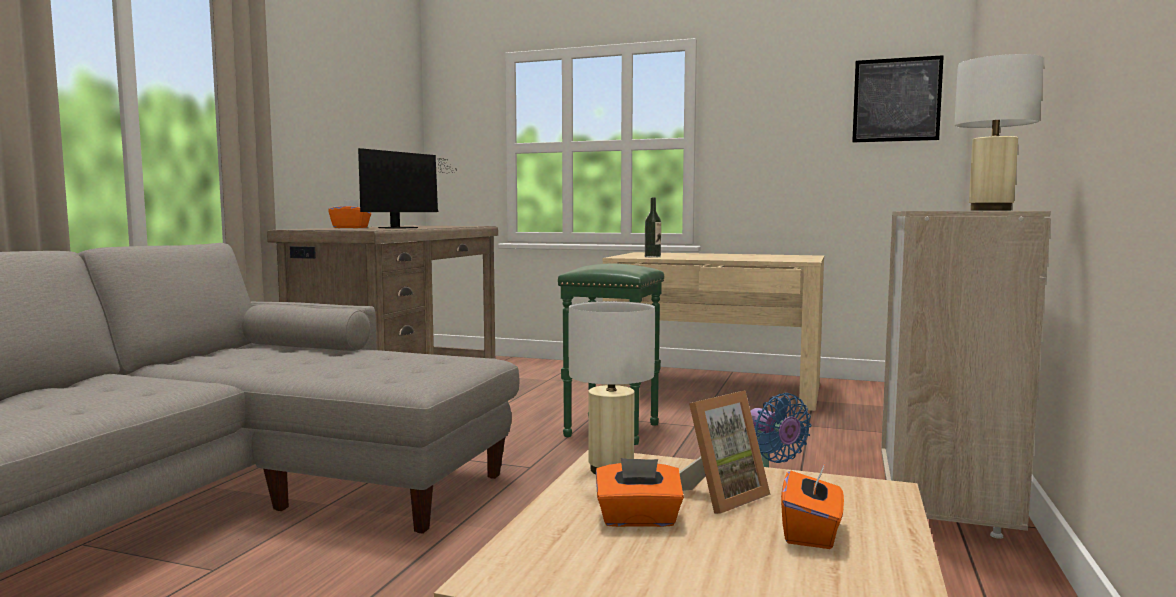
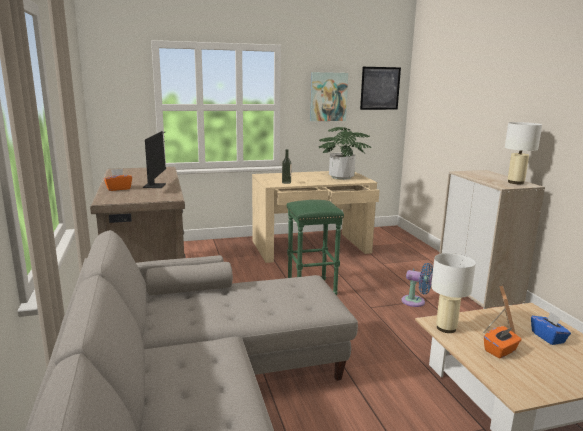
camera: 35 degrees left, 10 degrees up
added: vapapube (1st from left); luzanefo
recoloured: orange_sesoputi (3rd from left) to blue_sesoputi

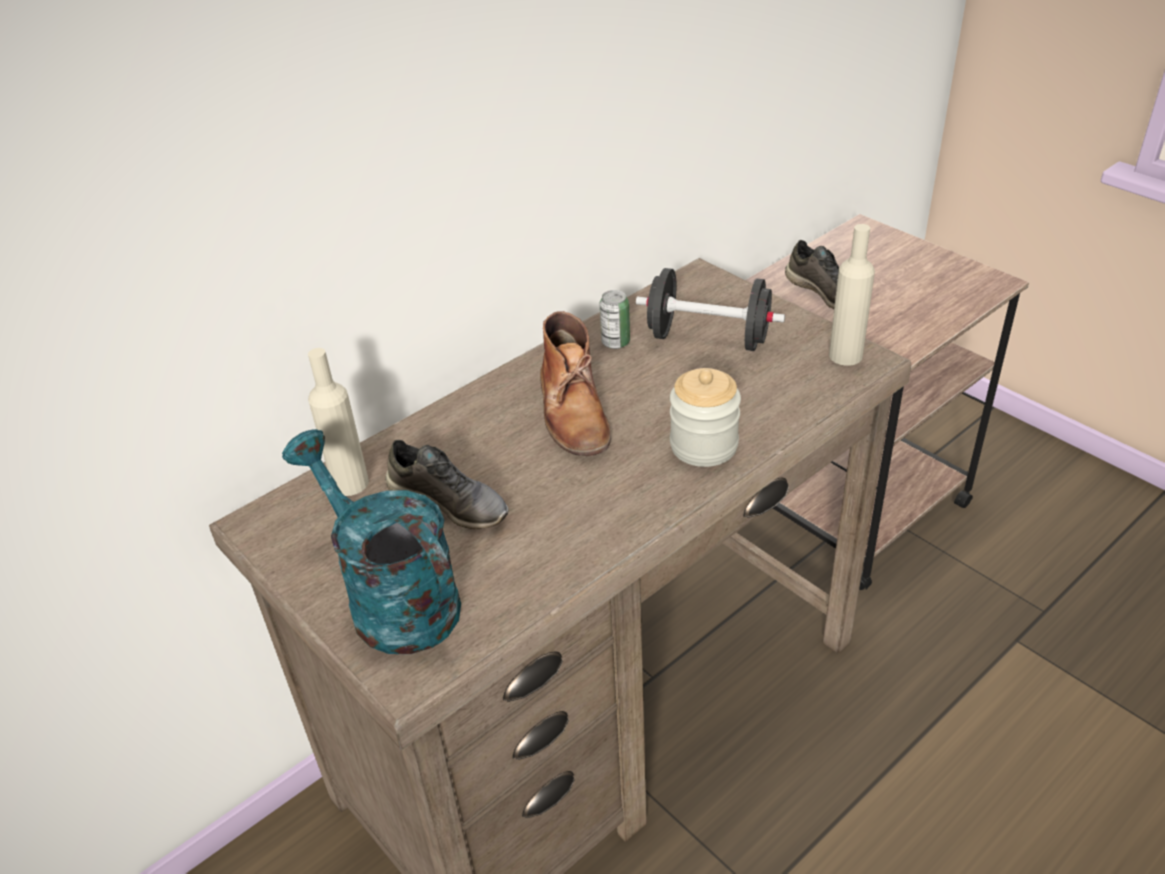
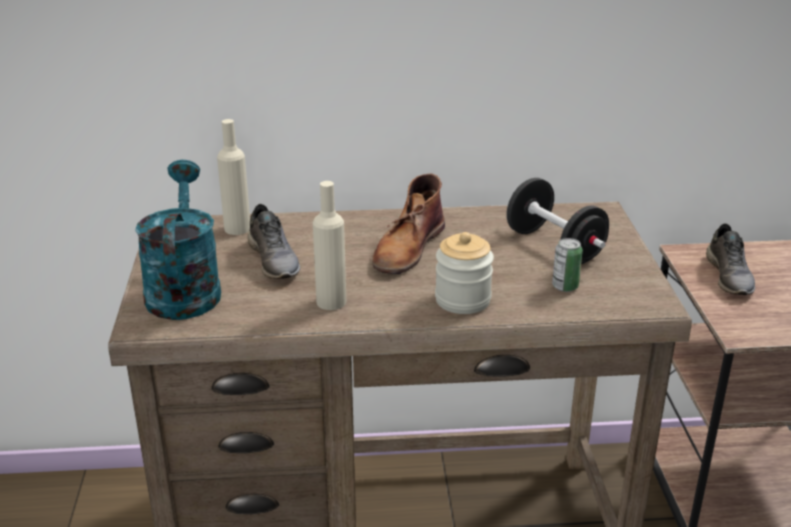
camera: 35 degrees right, 10 degrees down
moved: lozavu; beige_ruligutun (2nd from left)

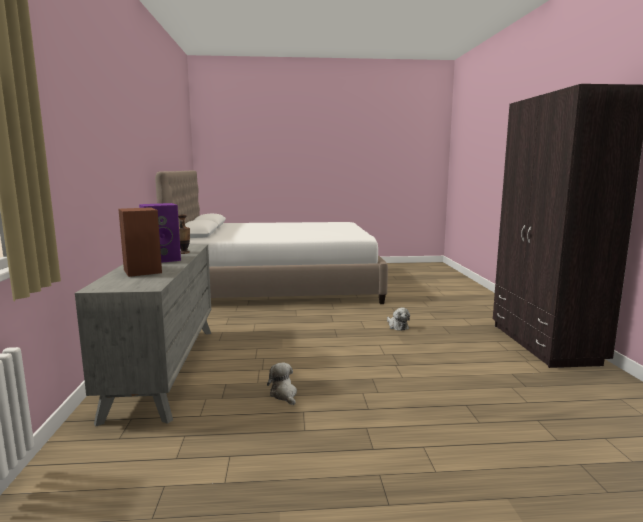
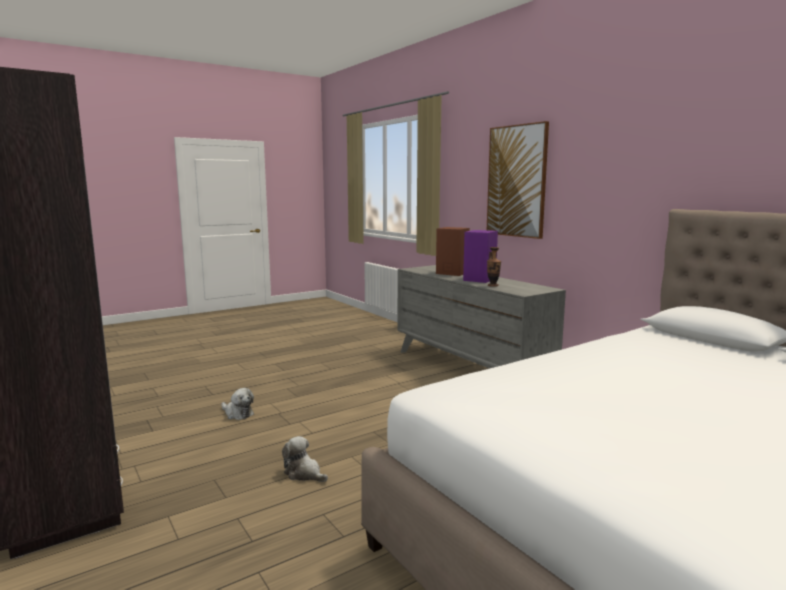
camera: 150 degrees right, 0 degrees up
added: vapapube
moved: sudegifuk (1st from left)

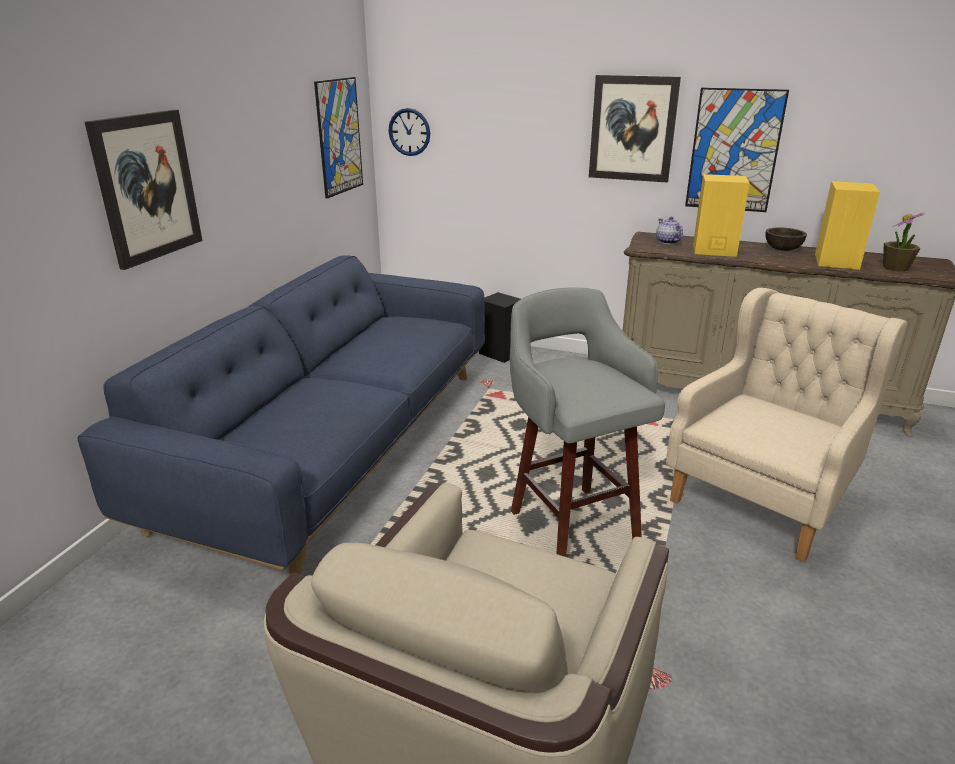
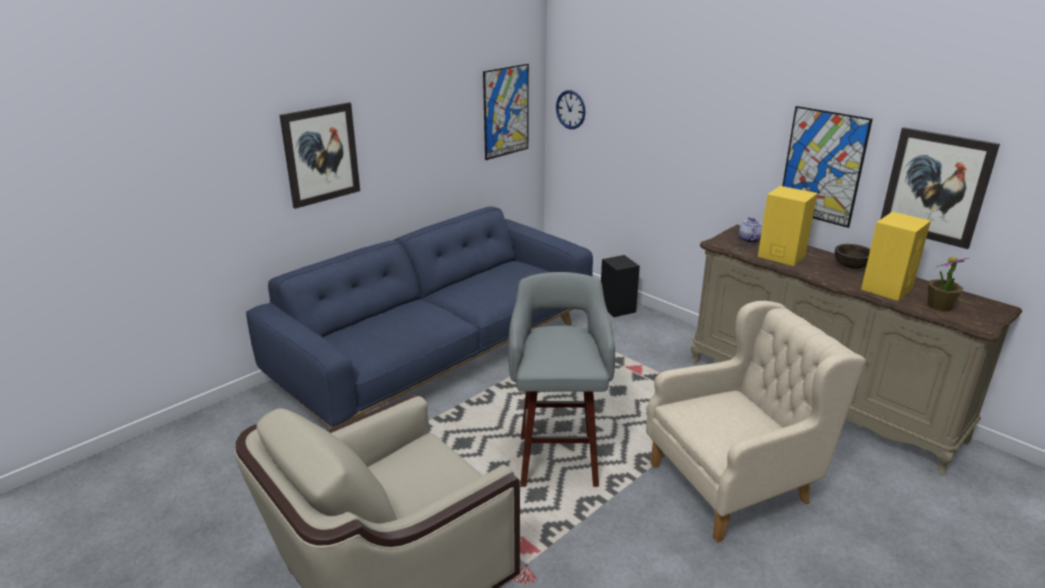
camera: 25 degrees right, 0 degrees up
moved: vapapube (3rd from left in the first image) to vapapube (4th from left)

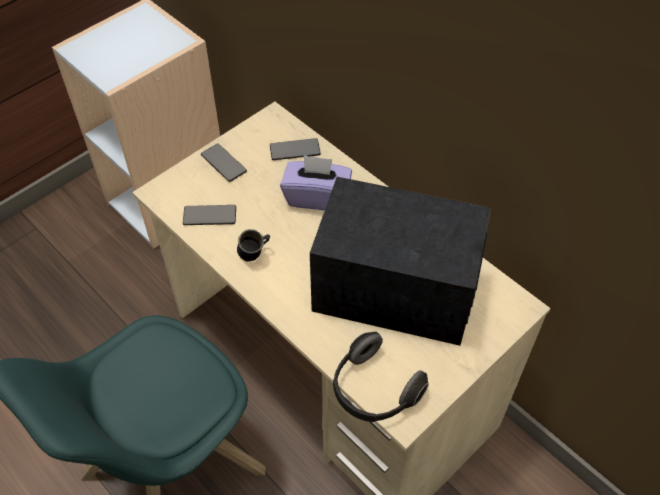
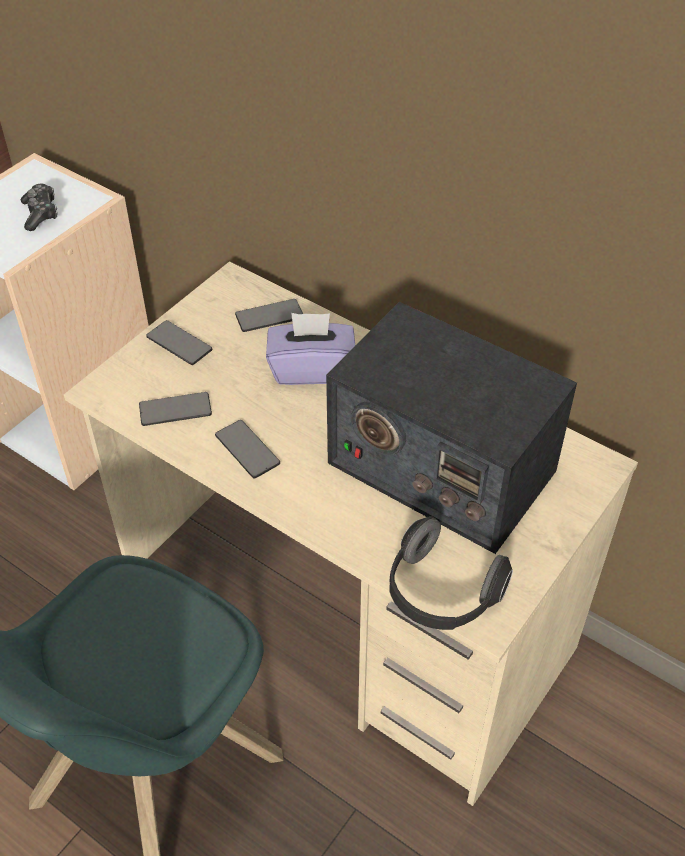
camera: 10 degrees left, 5 degrees down
added: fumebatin
replaced: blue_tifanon to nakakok (3rd from left)
turned: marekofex 150 degrees counterclockwise

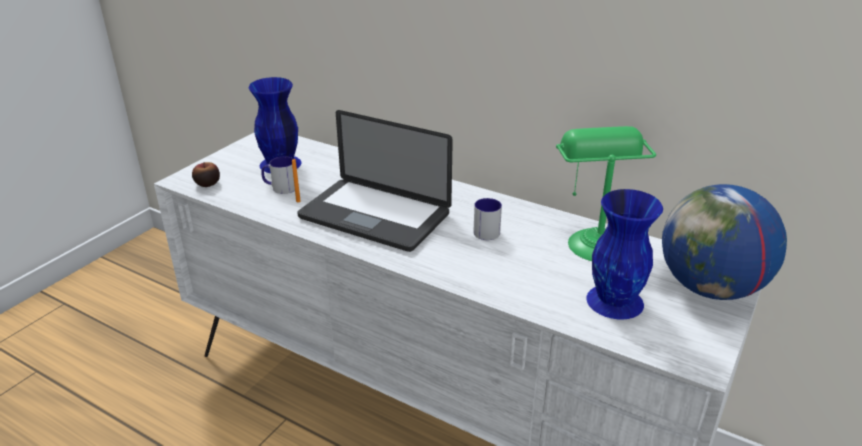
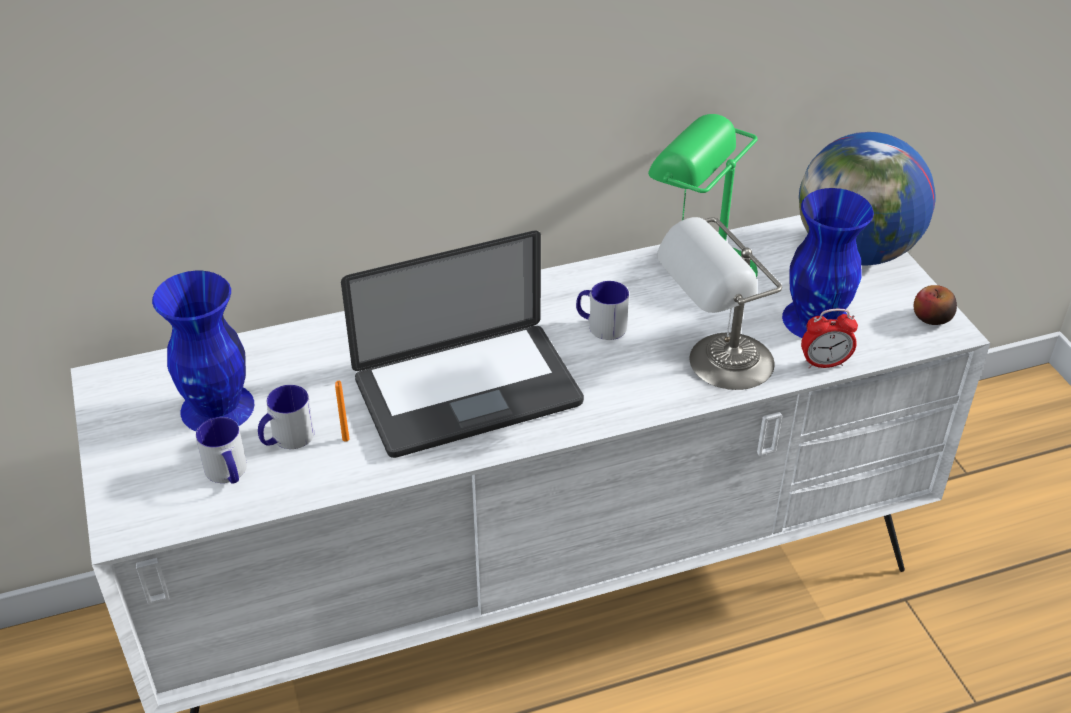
camera: 50 degrees left, 10 degrees up
added: tifanon (1st from left); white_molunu; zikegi
moved: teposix

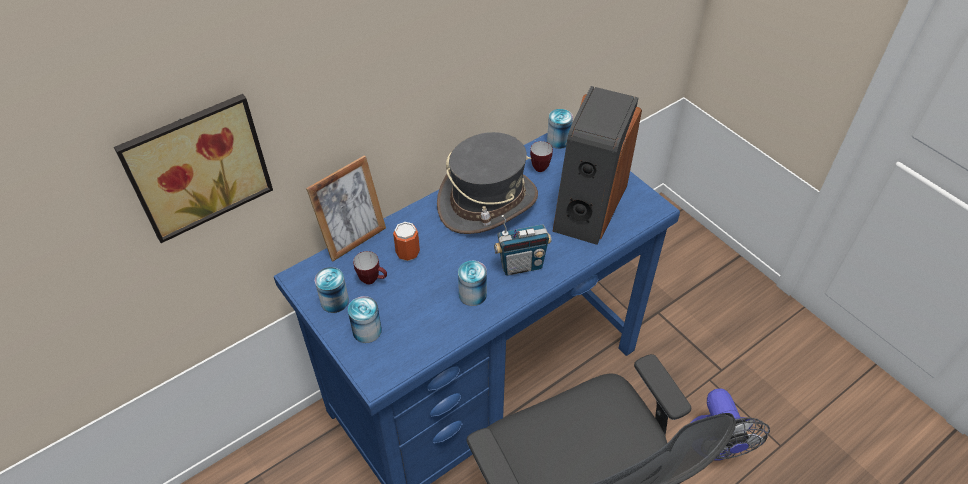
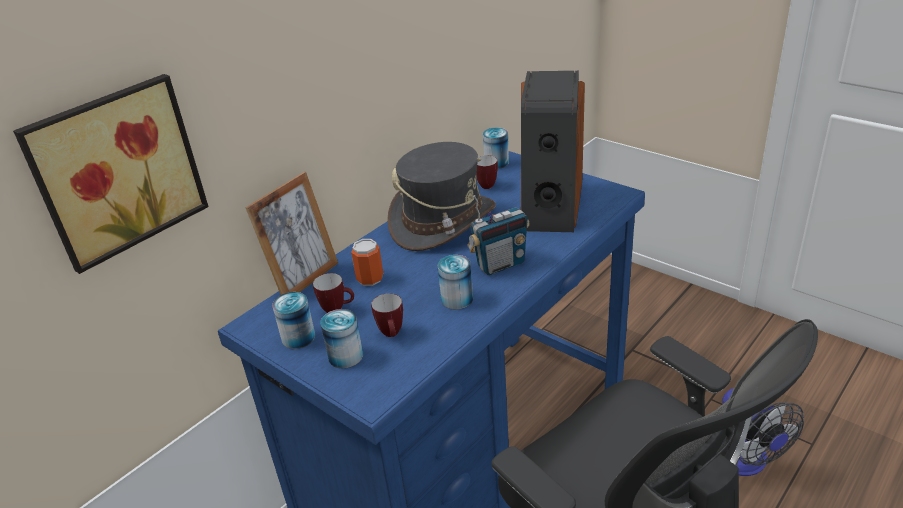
camera: 10 degrees left, 15 degrees down
added: tifanon (2nd from left)

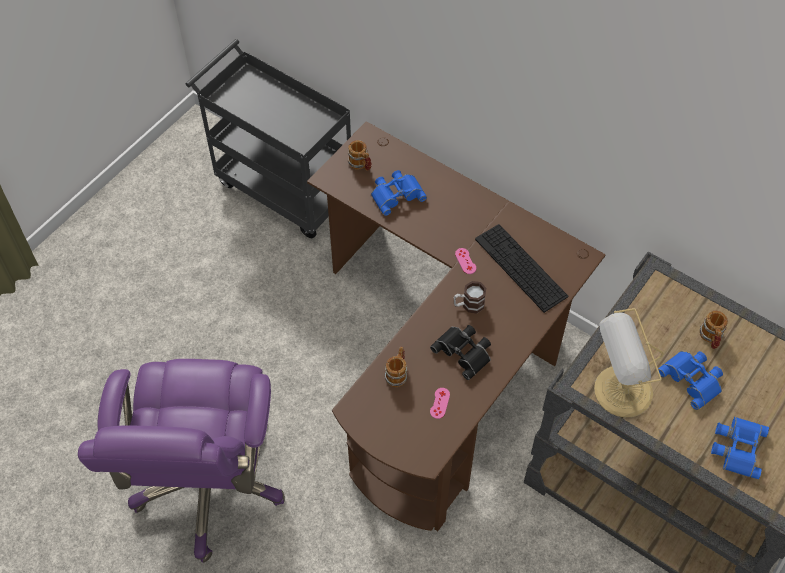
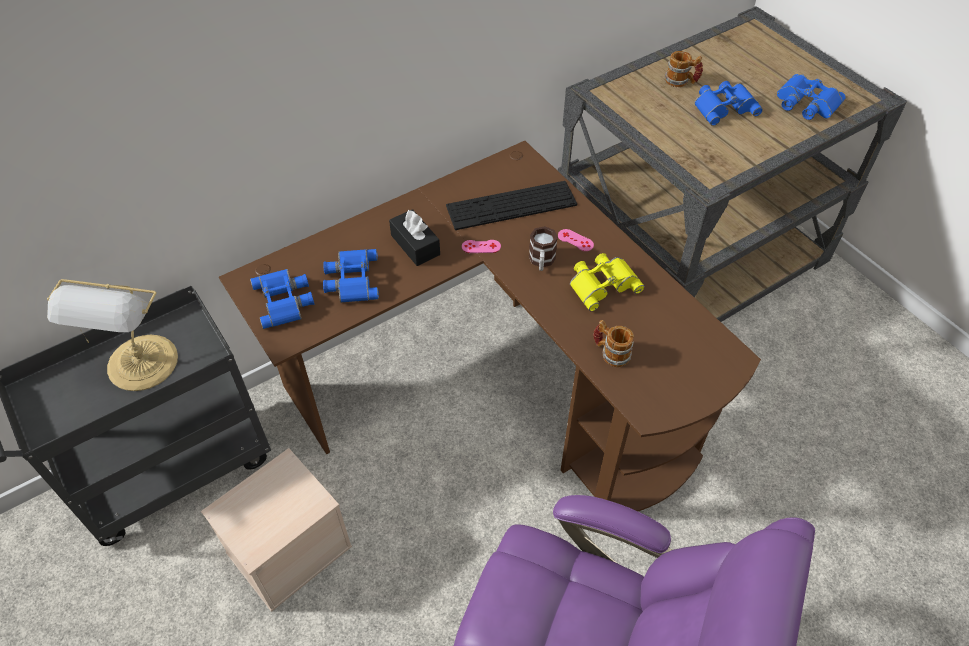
camera: 70 degrees left, 5 degrees down
added: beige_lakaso; black_sesoputi
moved: pink_fumebatin (1st from left in the first image) to pink_fumebatin (2nd from left); molunu
replaced: tifanon (1st from left) to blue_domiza (1st from left)
recoloured: black_domiza to yellow_domiza

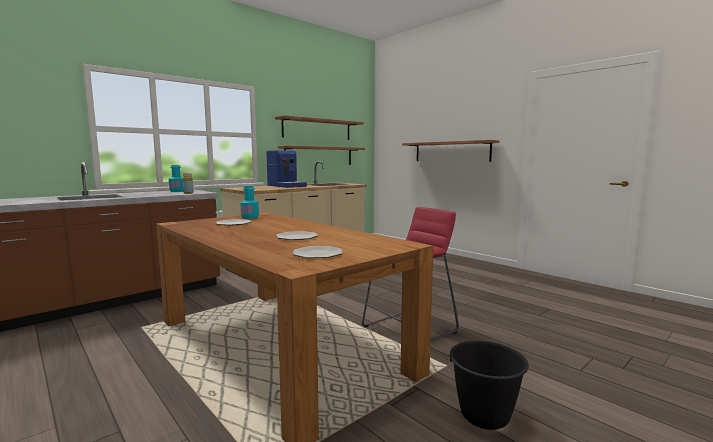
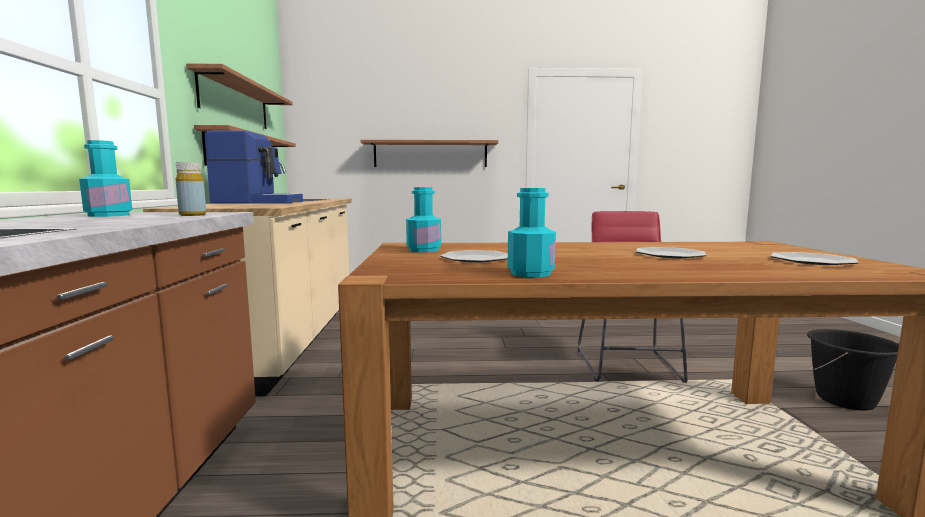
camera: 50 degrees left, 0 degrees up
added: turquoise_ruligutun (3rd from left)

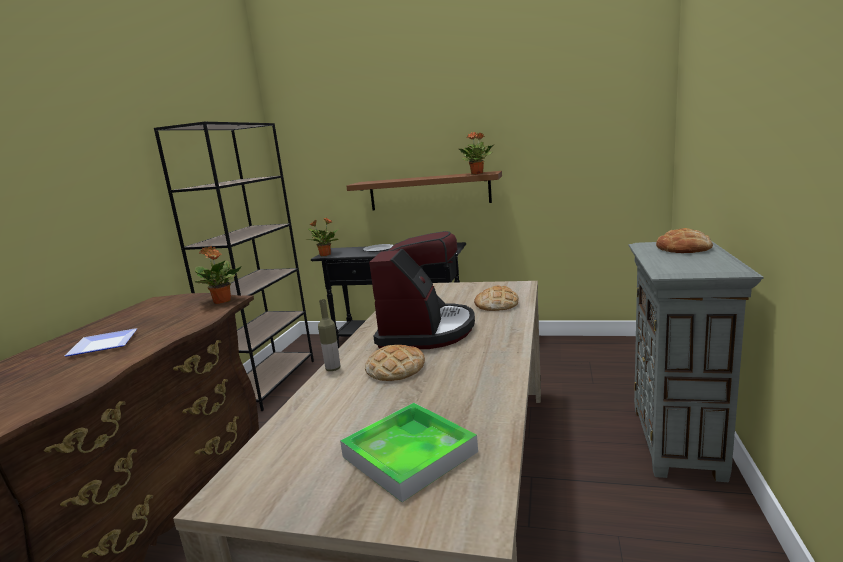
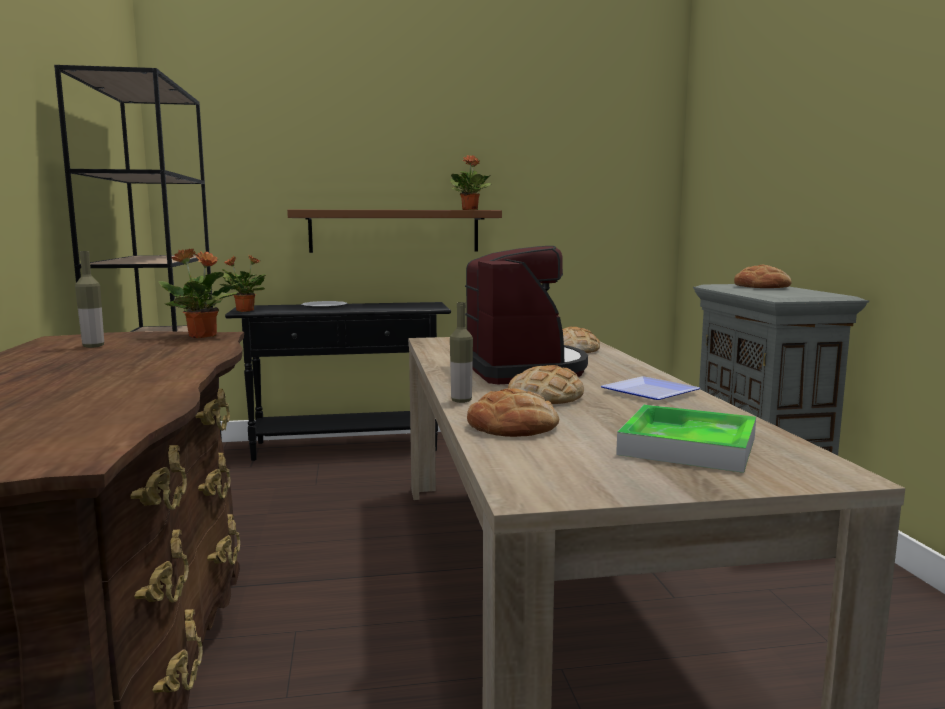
camera: 25 degrees left, 5 degrees down
added: ruligutun (1st from left); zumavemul (1st from left)
moved: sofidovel (1st from left in the first image) to sofidovel (2nd from left)

